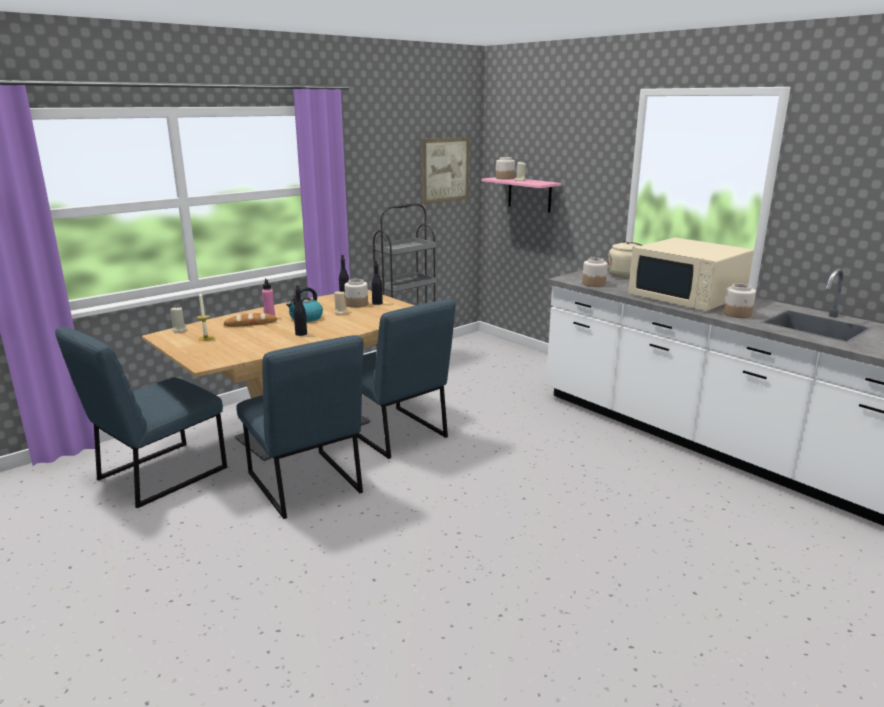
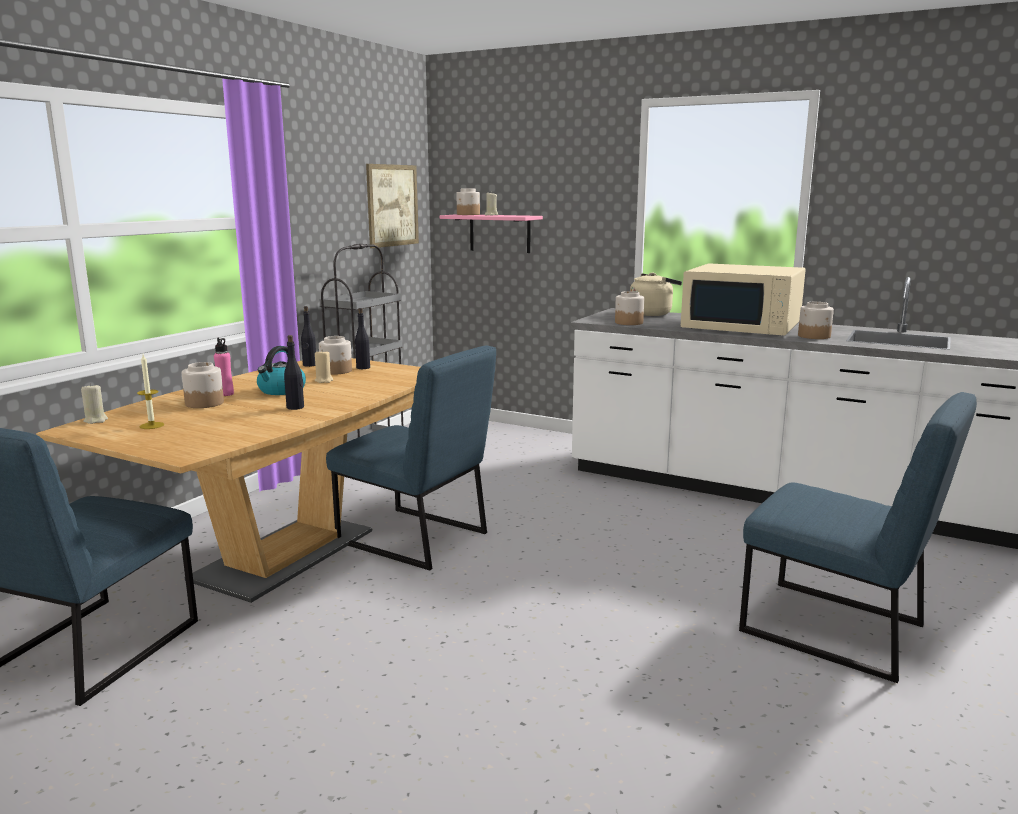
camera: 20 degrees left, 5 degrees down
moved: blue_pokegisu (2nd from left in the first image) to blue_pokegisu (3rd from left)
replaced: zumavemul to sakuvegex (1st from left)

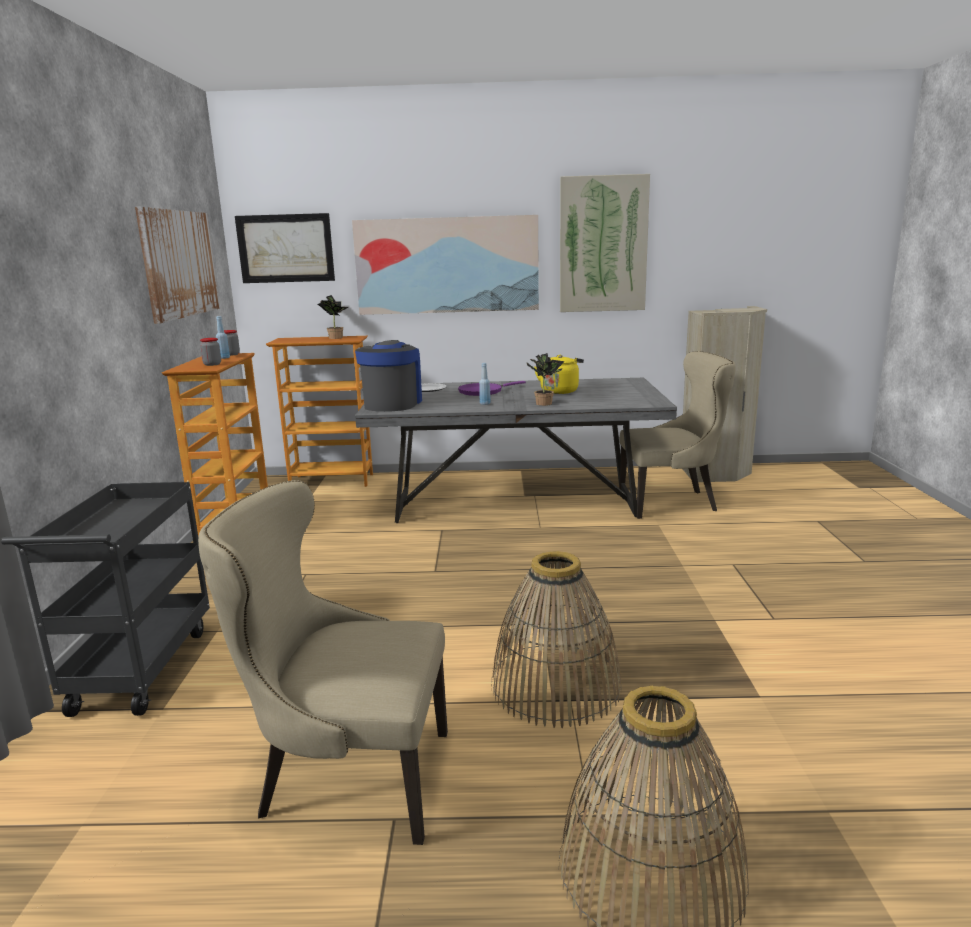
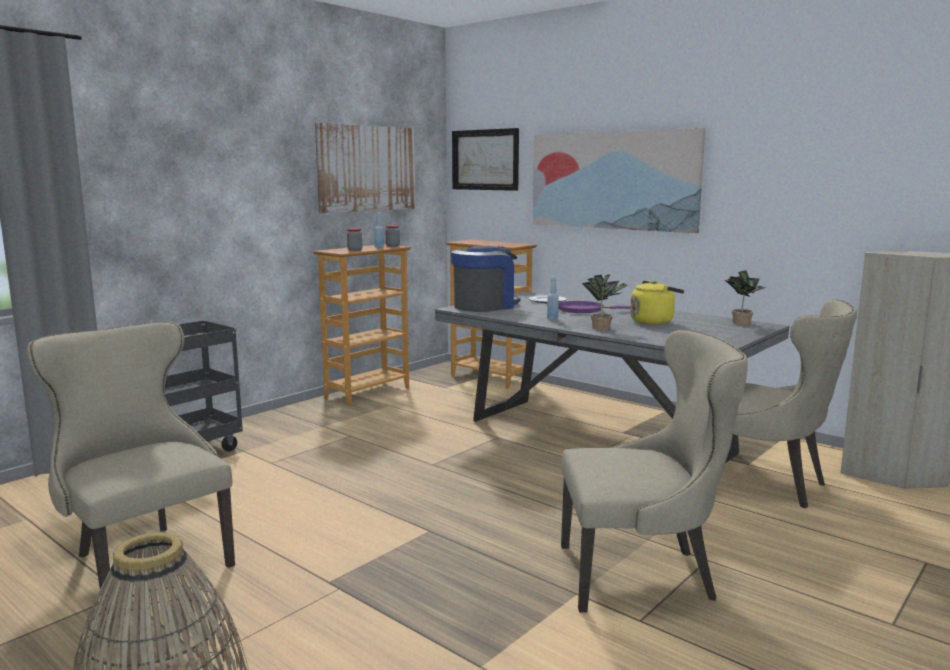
camera: 40 degrees right, 5 degrees down
removed: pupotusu (1st from left); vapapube (4th from left)
added: beige_pokegisu (2nd from left)
moved: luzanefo (1st from left in the first image) to luzanefo (2nd from left)

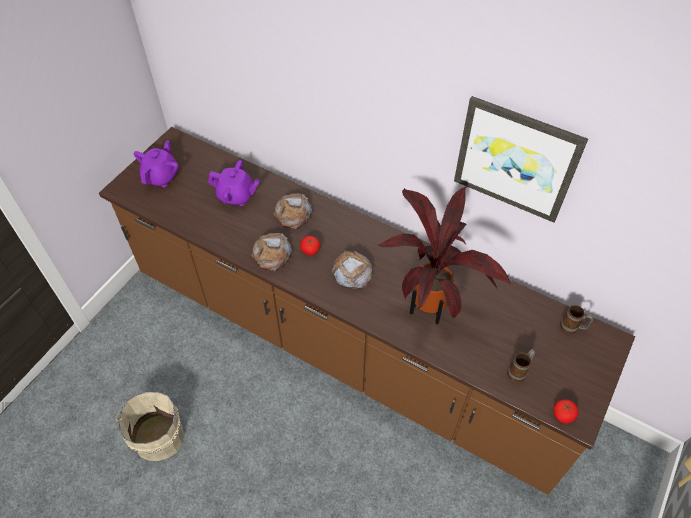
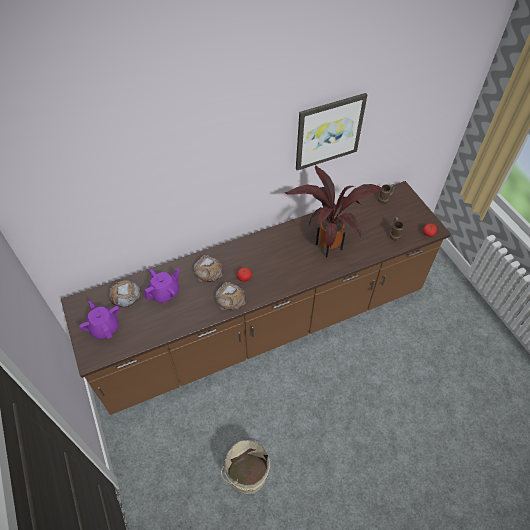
camera: 55 degrees left, 0 degrees up
moved: zumavemul (3rd from left in the first image) to zumavemul (1st from left)

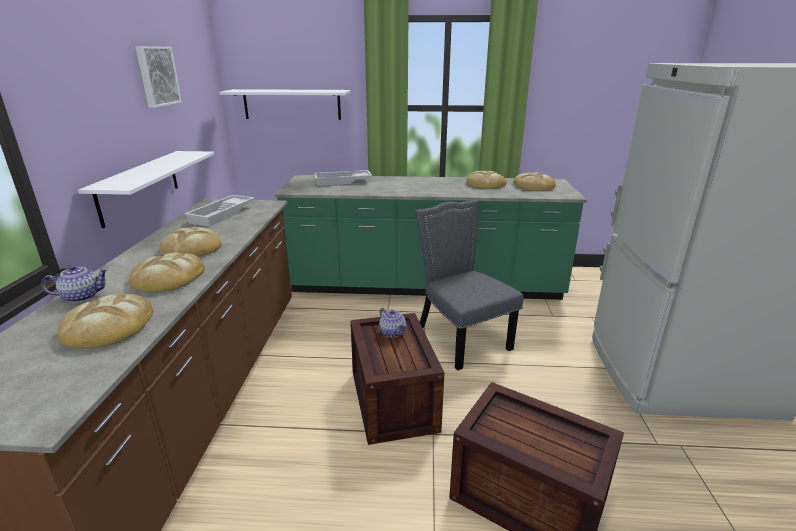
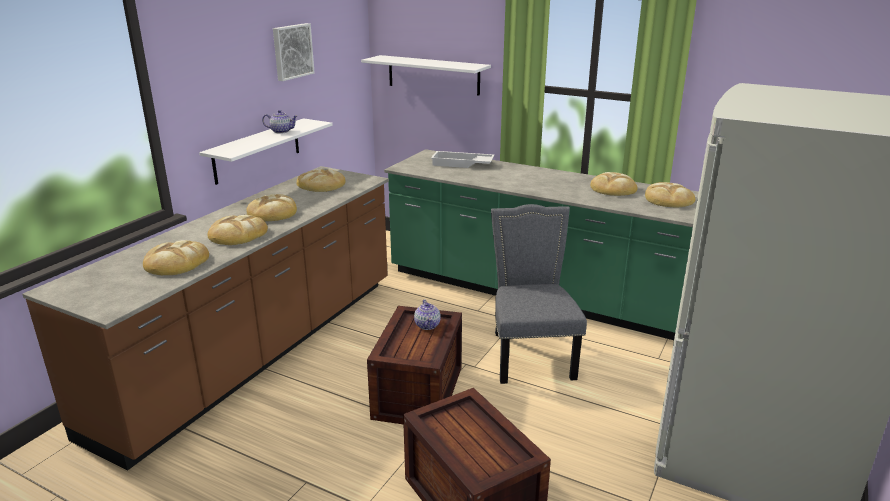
camera: 25 degrees right, 0 degrees up
moved: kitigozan (1st from left)
replaced: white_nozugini (1st from left) to zumavemul (4th from left)

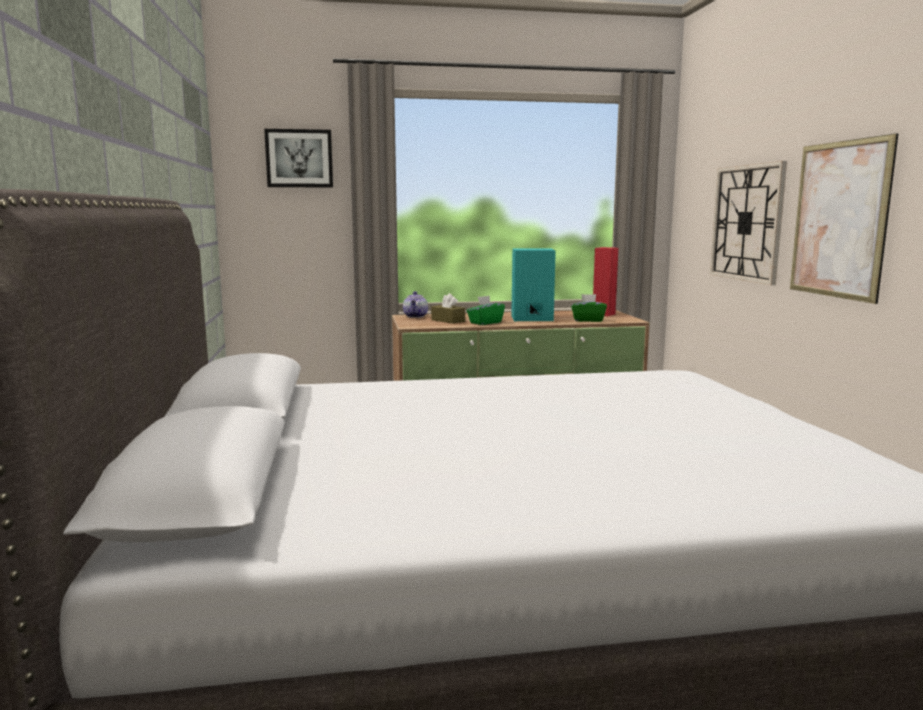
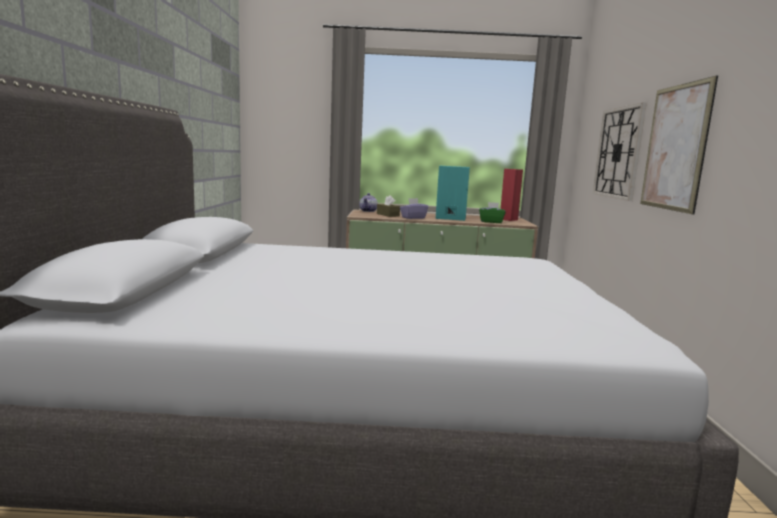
camera: 10 degrees right, 0 degrees up
removed: vapapube (1st from left)
recoloured: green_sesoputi (1st from left) to purple_sesoputi

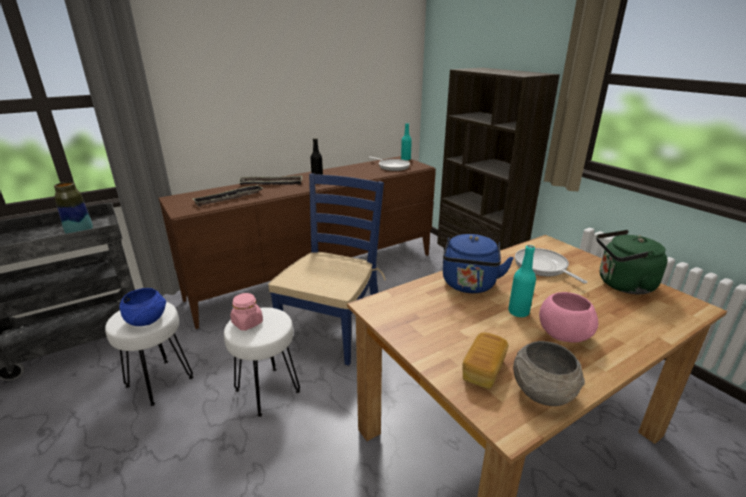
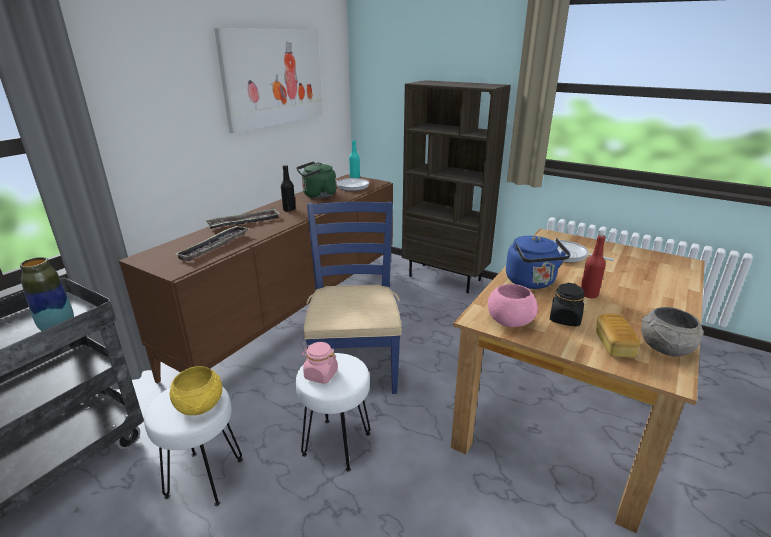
camera: 25 degrees left, 0 degrees up
added: vapapube; black_sakuvegex
moved: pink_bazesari; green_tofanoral
recoloured: blue_bazesari to yellow_bazesari; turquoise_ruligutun (2nd from left) to red_ruligutun

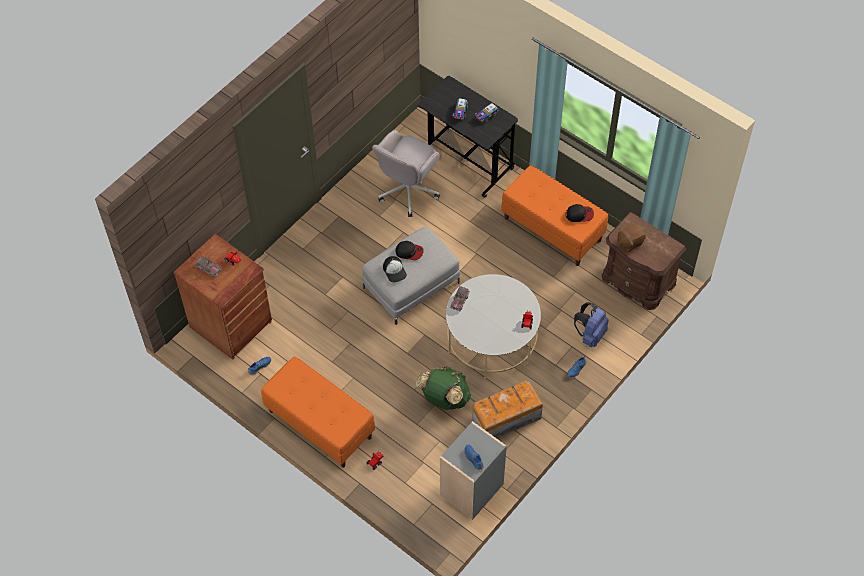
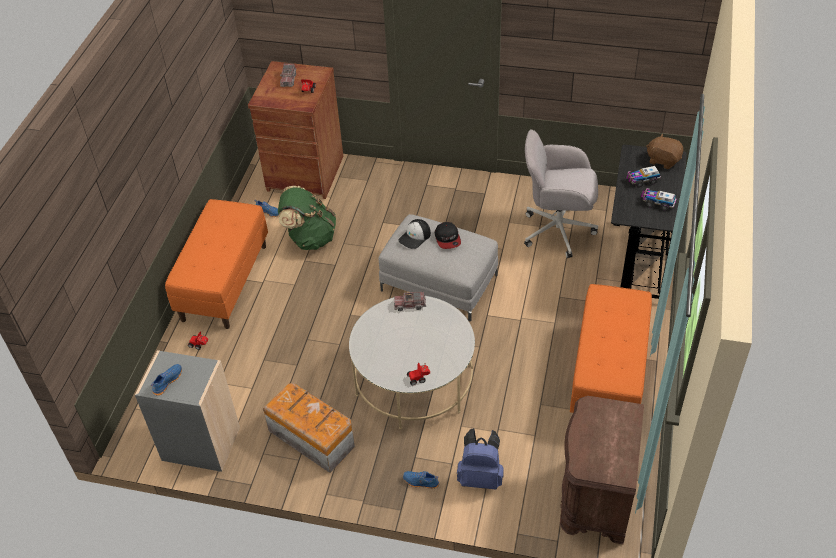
camera: 65 degrees right, 10 degrees down
removed: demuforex (3rd from left)
moved: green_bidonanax; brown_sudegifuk

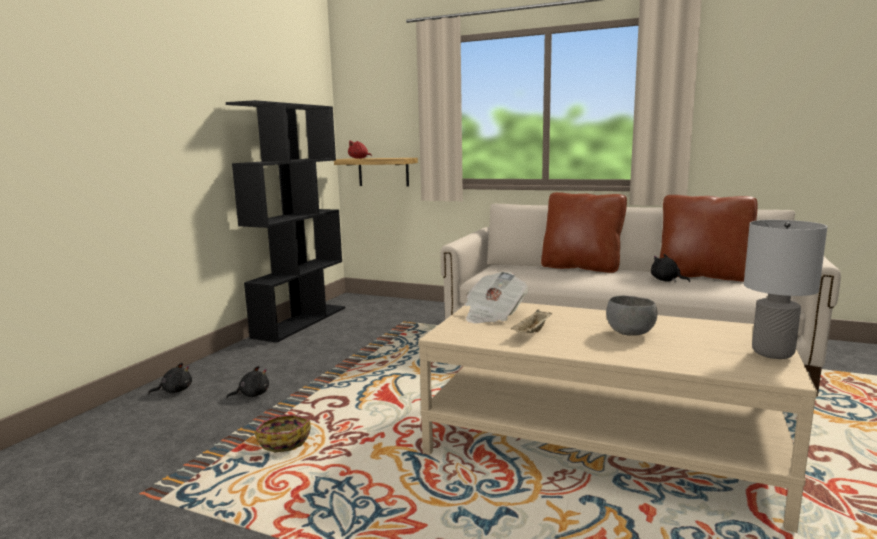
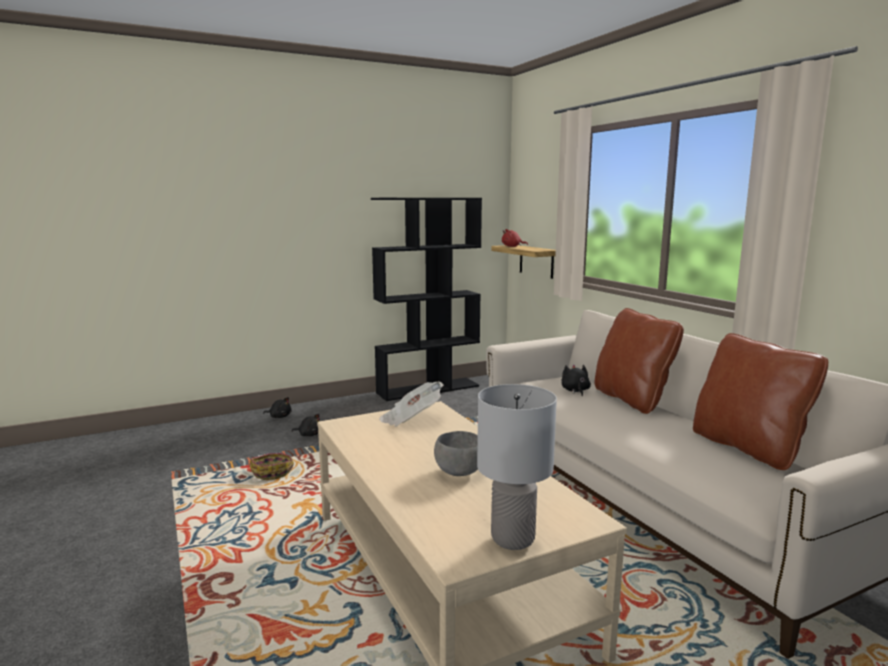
camera: 40 degrees right, 0 degrees up
removed: beige_nozugini
moved: black_sudegifuk (3rd from left)

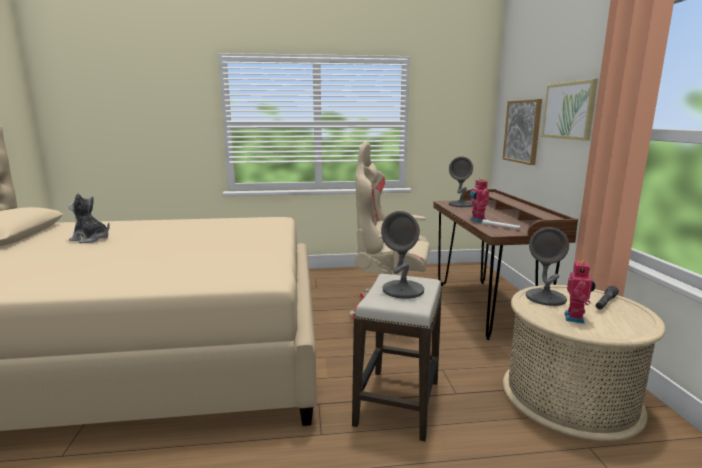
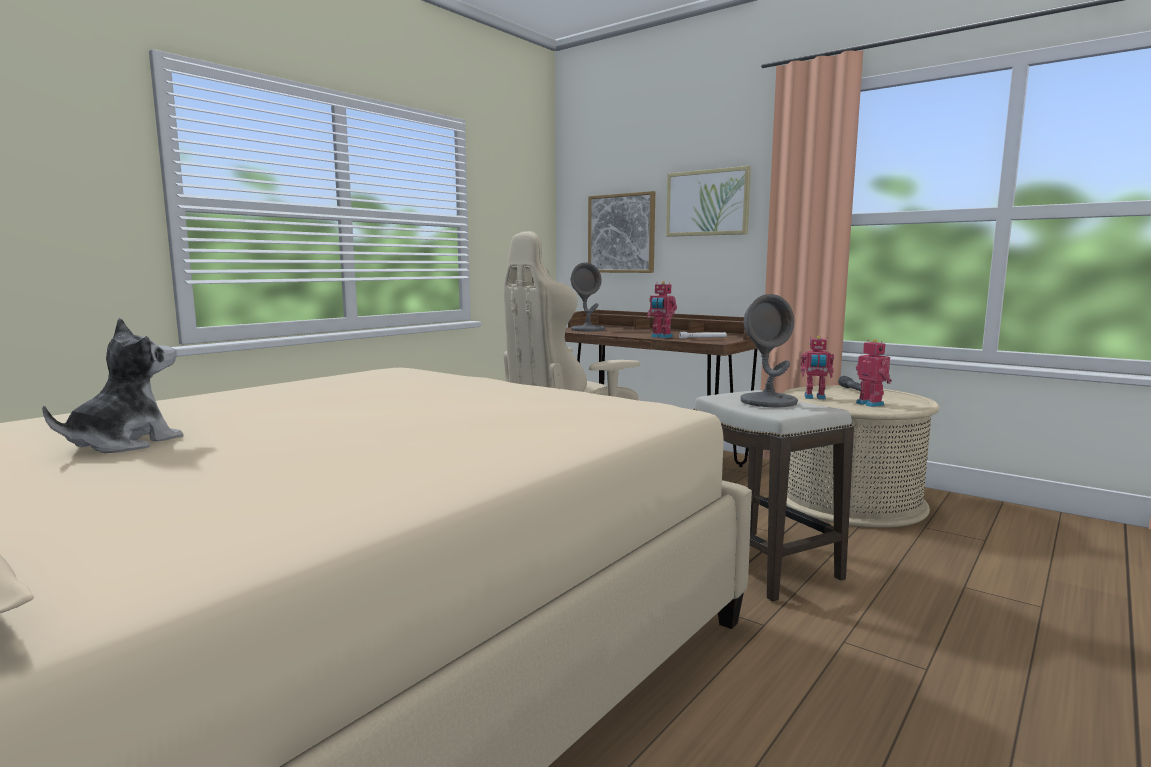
camera: 45 degrees left, 5 degrees down
replaced: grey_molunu (3rd from left) to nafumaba (2nd from left)
turned: sudegifuk 150 degrees clockwise

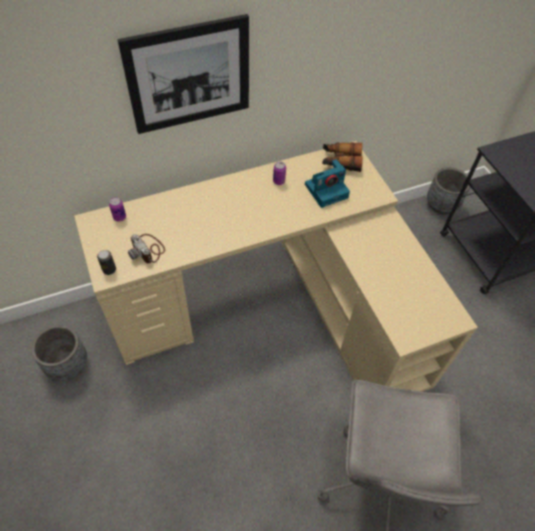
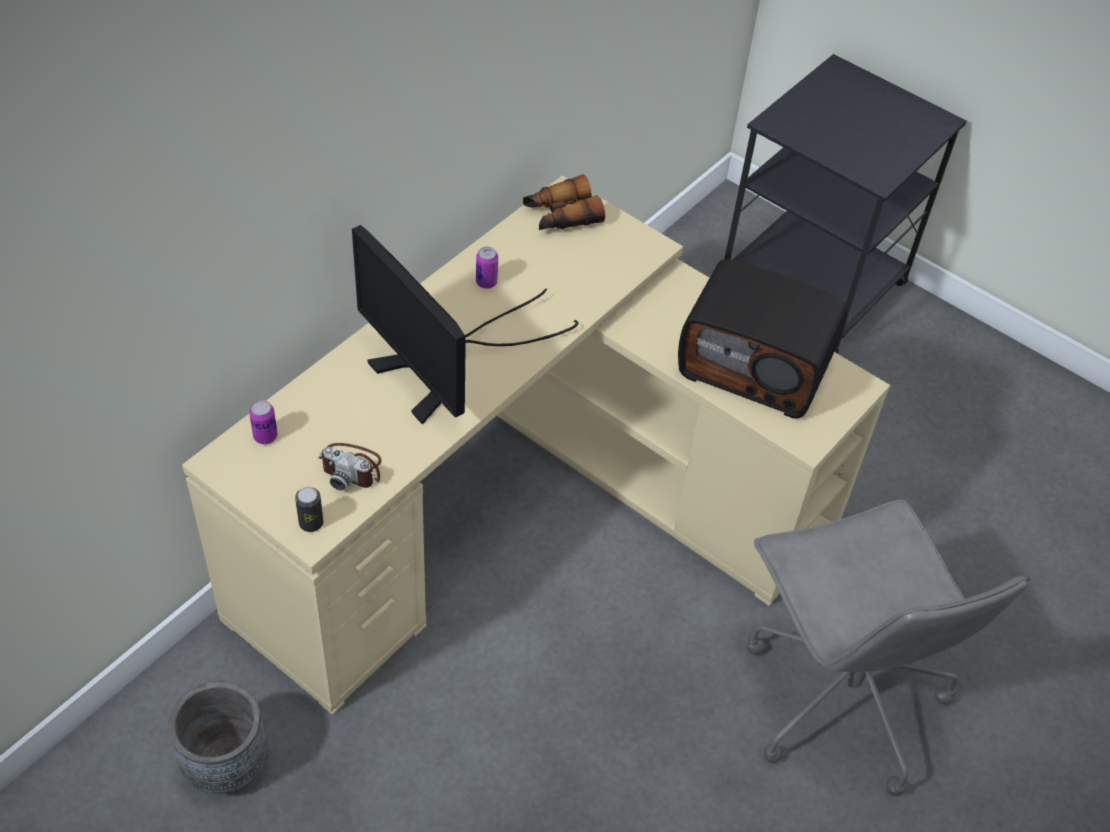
camera: 30 degrees left, 5 degrees down
removed: vapapube; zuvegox (2nd from left); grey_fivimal (2nd from left)
added: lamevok; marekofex

